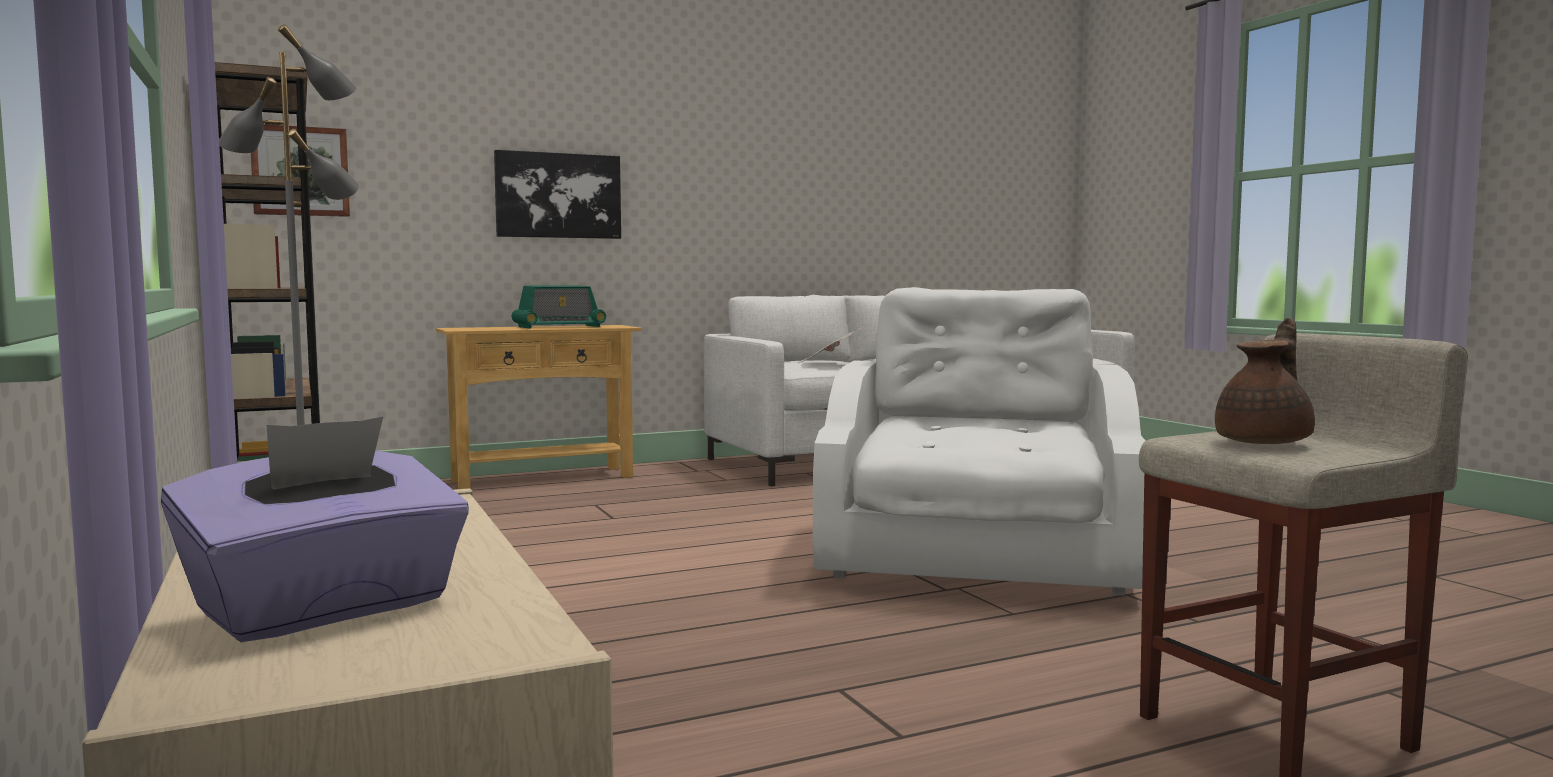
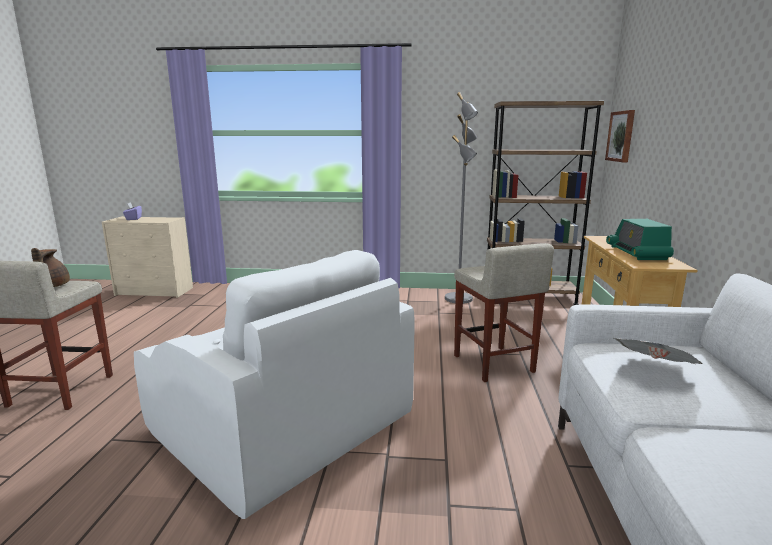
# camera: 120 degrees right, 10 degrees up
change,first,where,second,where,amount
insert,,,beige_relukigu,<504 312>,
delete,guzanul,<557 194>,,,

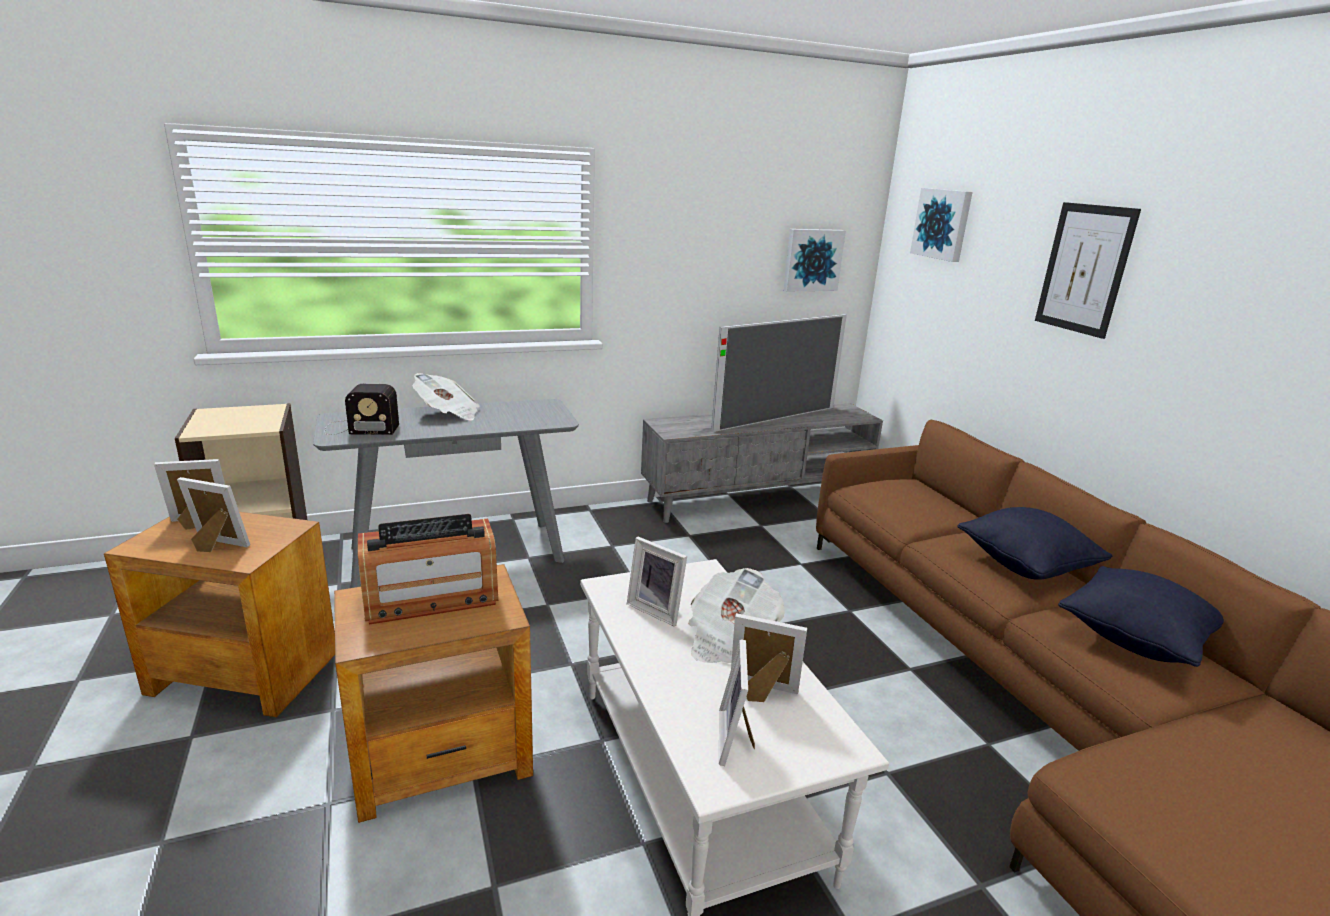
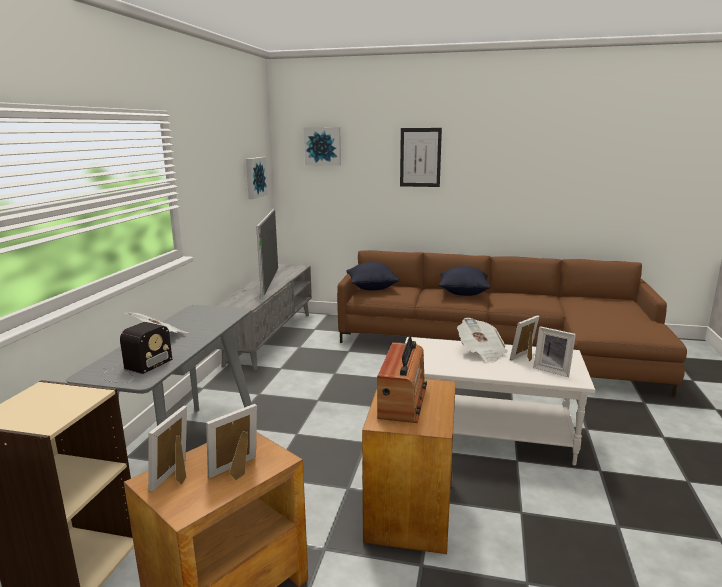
# camera: 55 degrees left, 5 degrees down
change,first,where,second,where,amount
move,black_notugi,<1141 616>,,<372 276>,
delete,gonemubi,<657 581>,,,

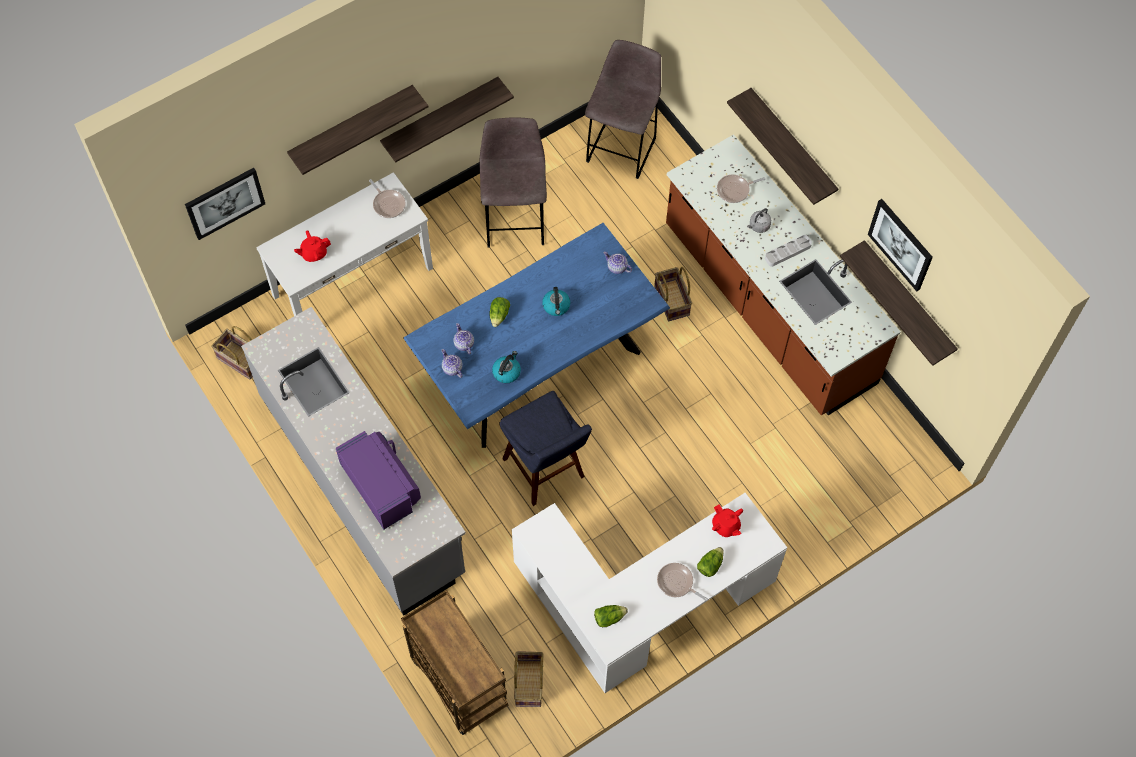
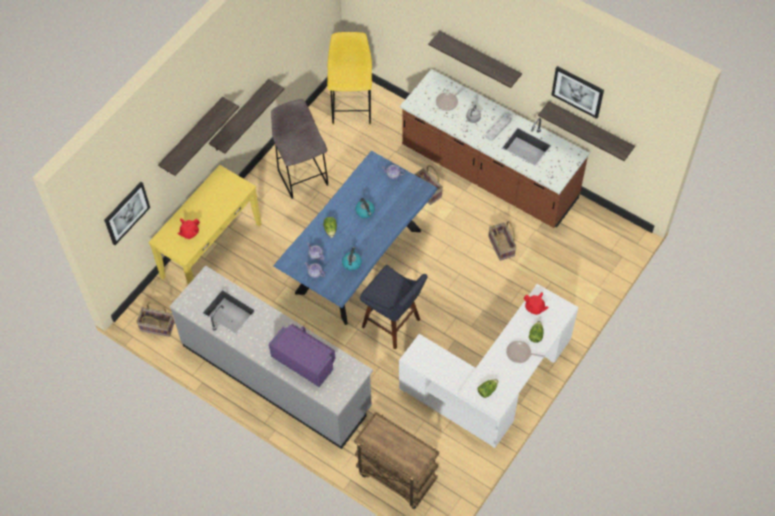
# camera: 20 degrees left, 5 degrees down
change,first,where,second,where,amount
recolor,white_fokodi,<344 244>,yellow_fokodi,<205 225>,
recolor,grey_relukigu,<623 109>,yellow_relukigu,<349 78>,
move,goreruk,<529 679>,,<502 241>,
delete,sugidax,<387 198>,,,

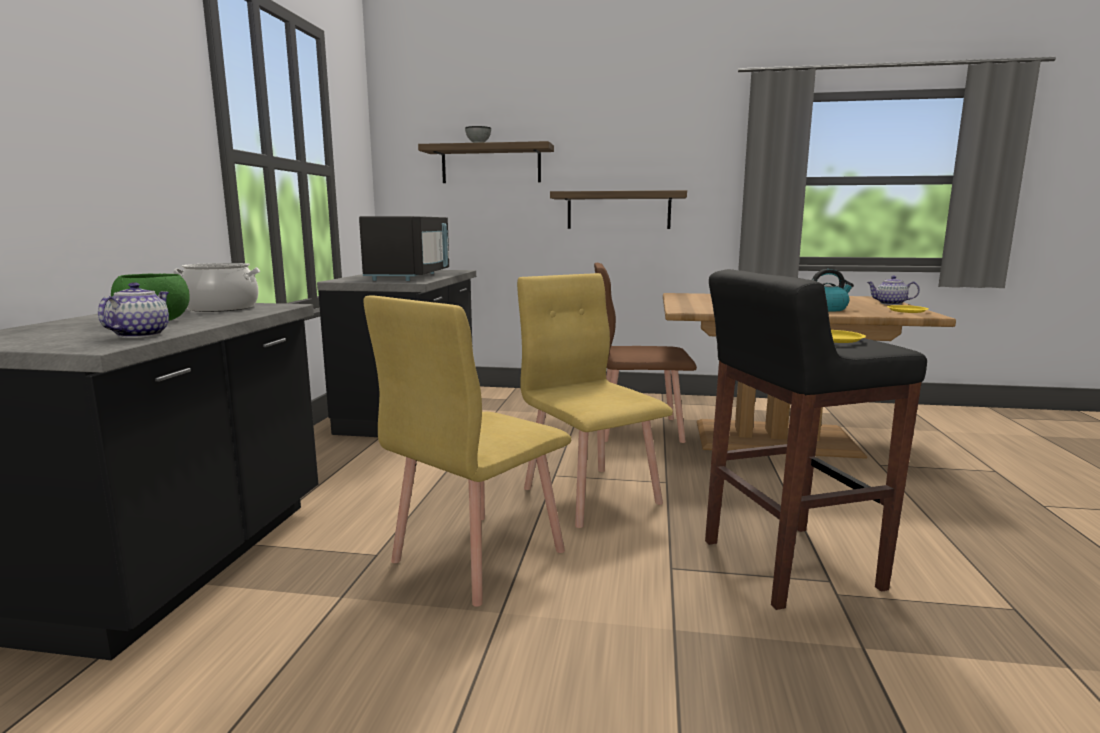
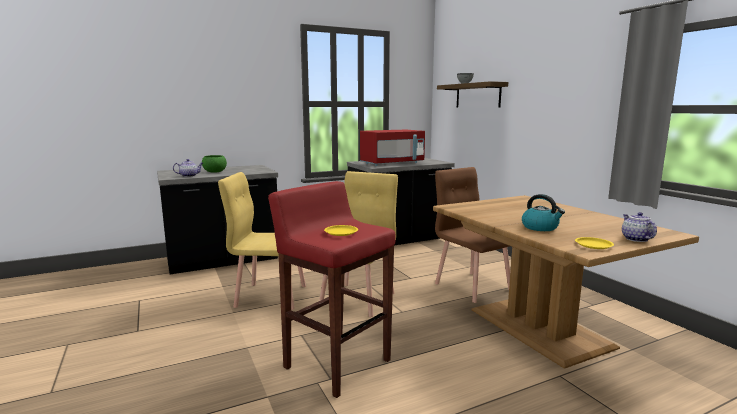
# camera: 55 degrees right, 0 degrees up
change,first,where,second,where,amount
recolor,black_relukigu,<816 439>,red_relukigu,<332 289>,
recolor,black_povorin,<404 248>,red_povorin,<392 148>,
delete,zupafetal,<216 287>,,,
delete,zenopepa,<618 209>,,,

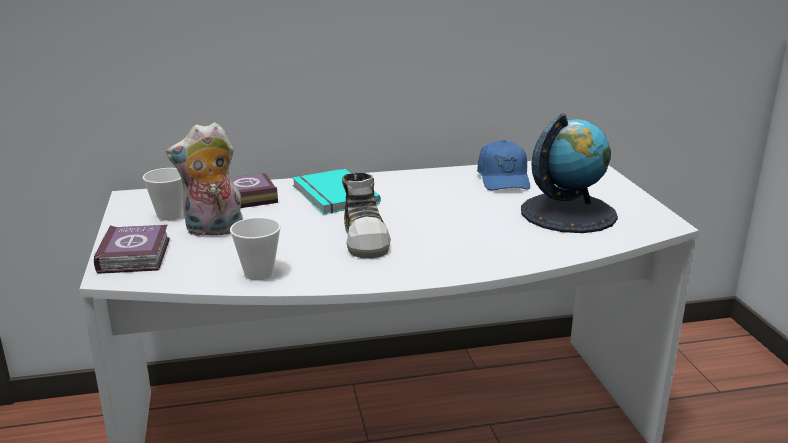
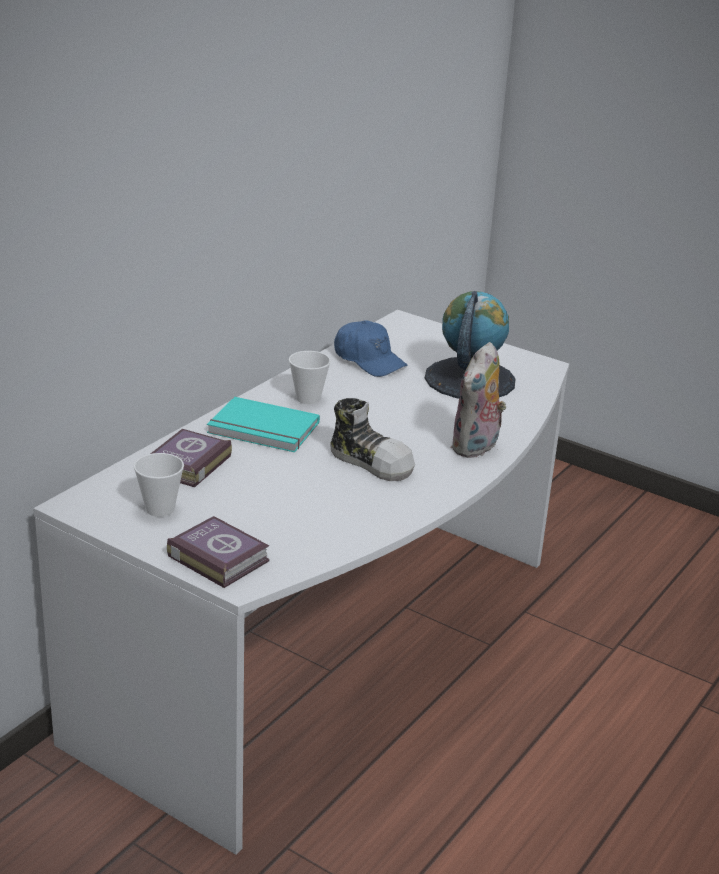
# camera: 45 degrees left, 5 degrees up
change,first,where,second,where,amount
move,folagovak,<255 249>,,<310 377>,
move,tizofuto,<205 179>,,<478 400>,

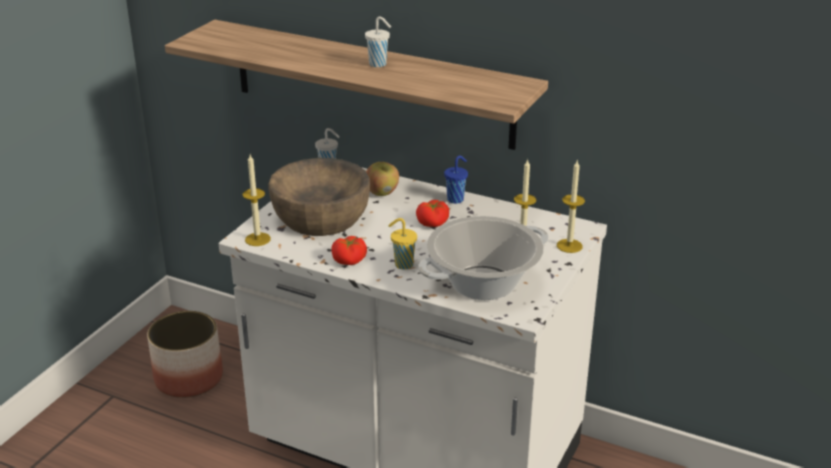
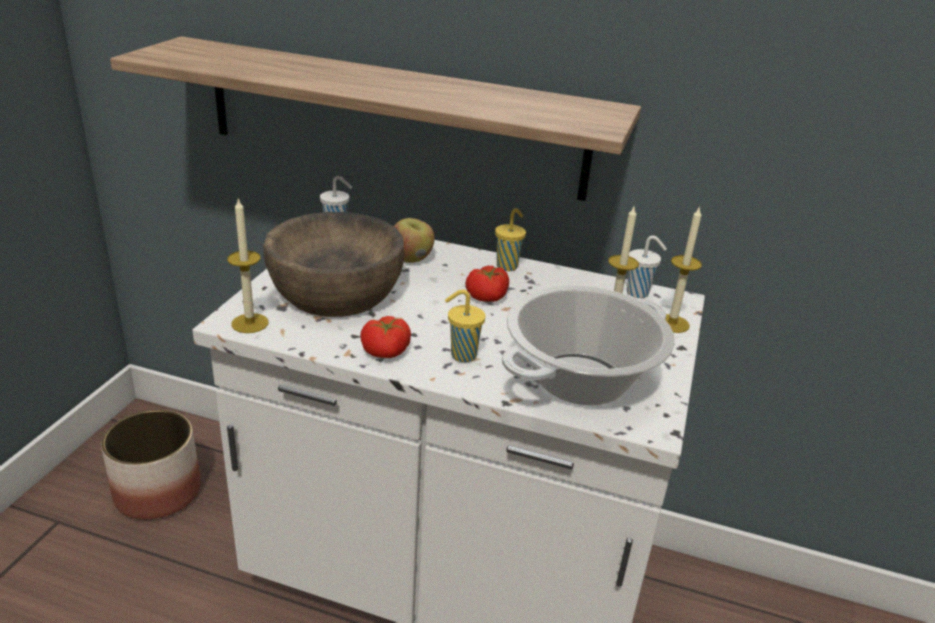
# camera: 10 degrees left, 0 degrees up
change,first,where,second,where,amount
recolor,blue_folagovak,<456 180>,yellow_folagovak,<510 239>,
move,white_folagovak,<378 41>,,<647 266>,

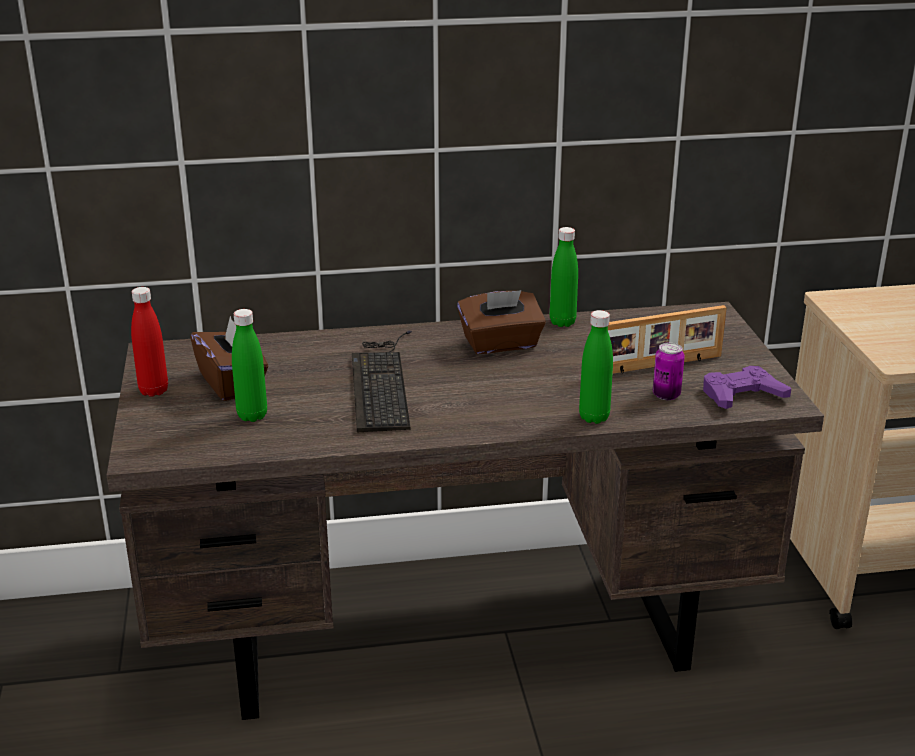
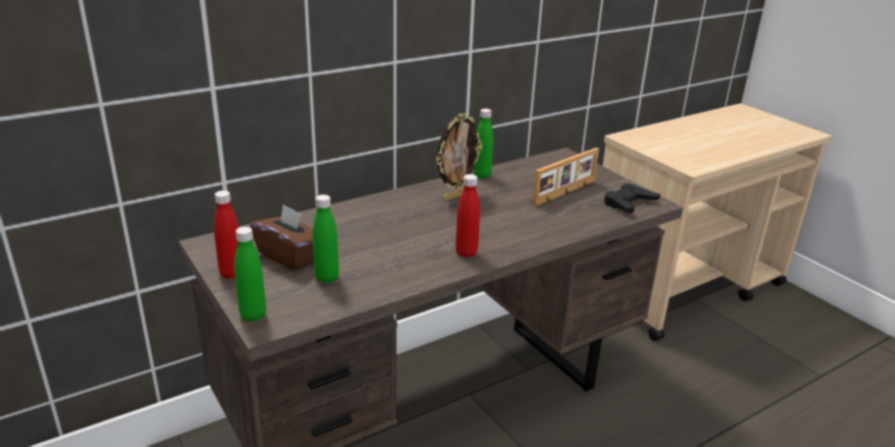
# camera: 25 degrees left, 0 degrees up
change,first,where,second,where,amount
move,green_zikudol,<596 367>,,<250 274>,
replace,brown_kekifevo,<501 322>,gonemubi,<459 157>,
insert,,,red_zikudol,<467 216>,
recolor,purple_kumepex,<747 387>,black_kumepex,<632 198>,
delete,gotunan,<382 381>,,,
delete,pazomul,<669 371>,,,

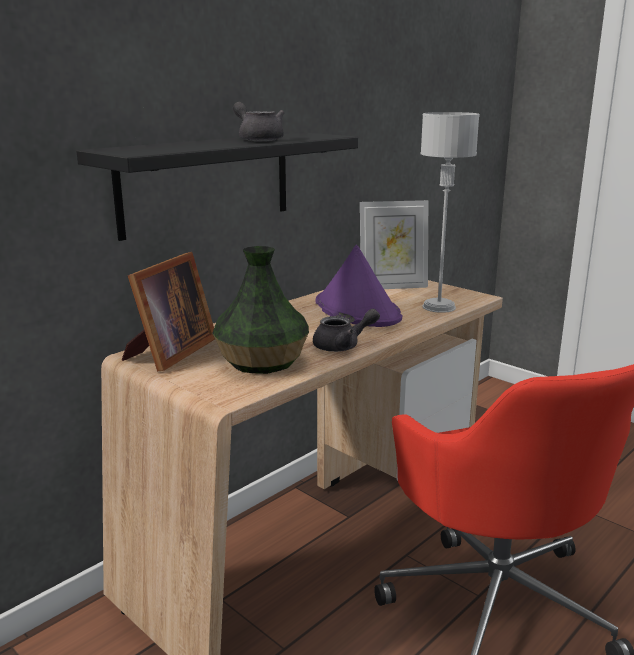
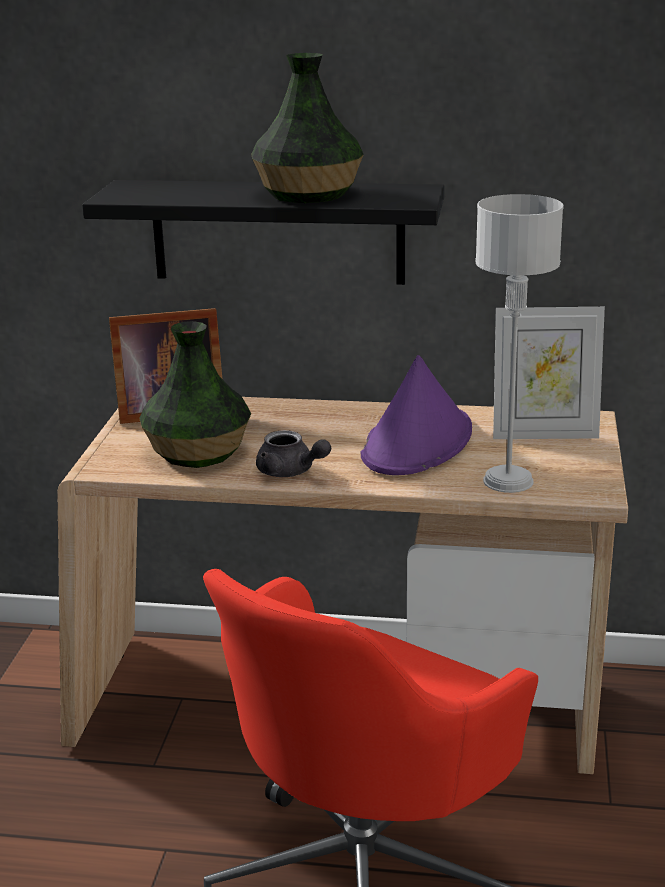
# camera: 55 degrees right, 5 degrees up
change,first,where,second,where,amount
replace,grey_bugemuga,<258 122>,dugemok,<307 128>,
rotate,gonemubi,<394 244>,,<549 373>,45 degrees counterclockwise

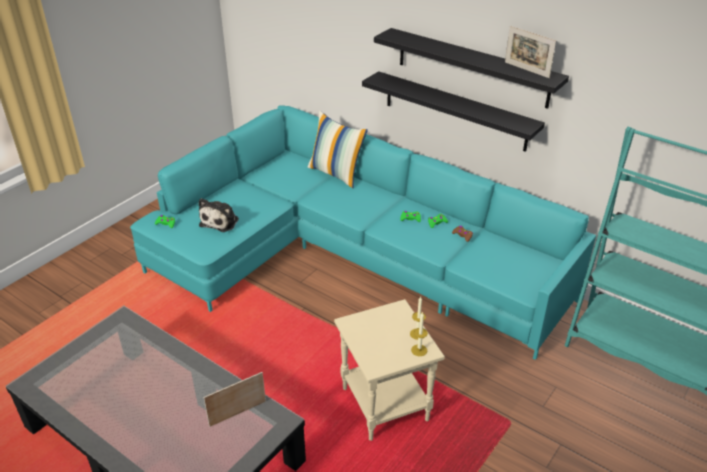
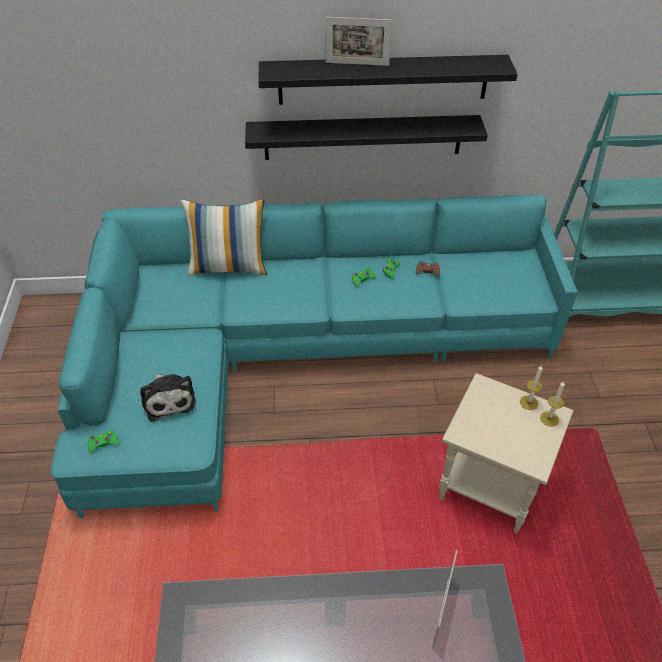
# camera: 40 degrees left, 10 degrees up
change,first,where,second,where,amount
move,gonemubi,<530 52>,,<358 41>,

